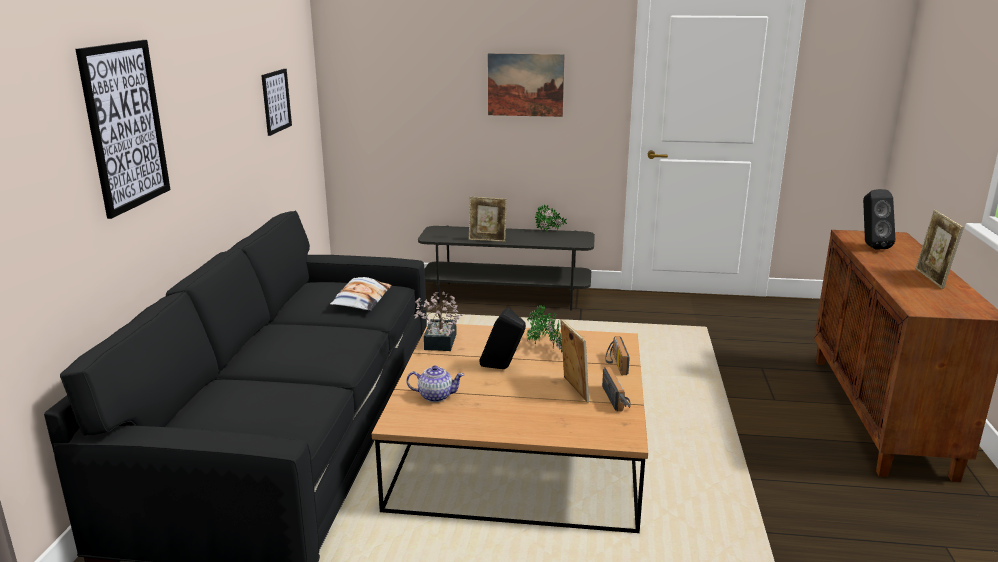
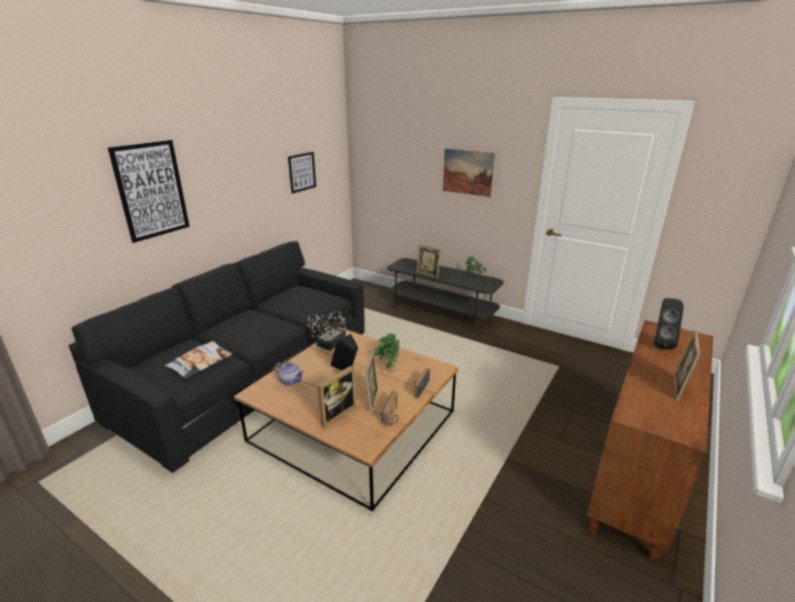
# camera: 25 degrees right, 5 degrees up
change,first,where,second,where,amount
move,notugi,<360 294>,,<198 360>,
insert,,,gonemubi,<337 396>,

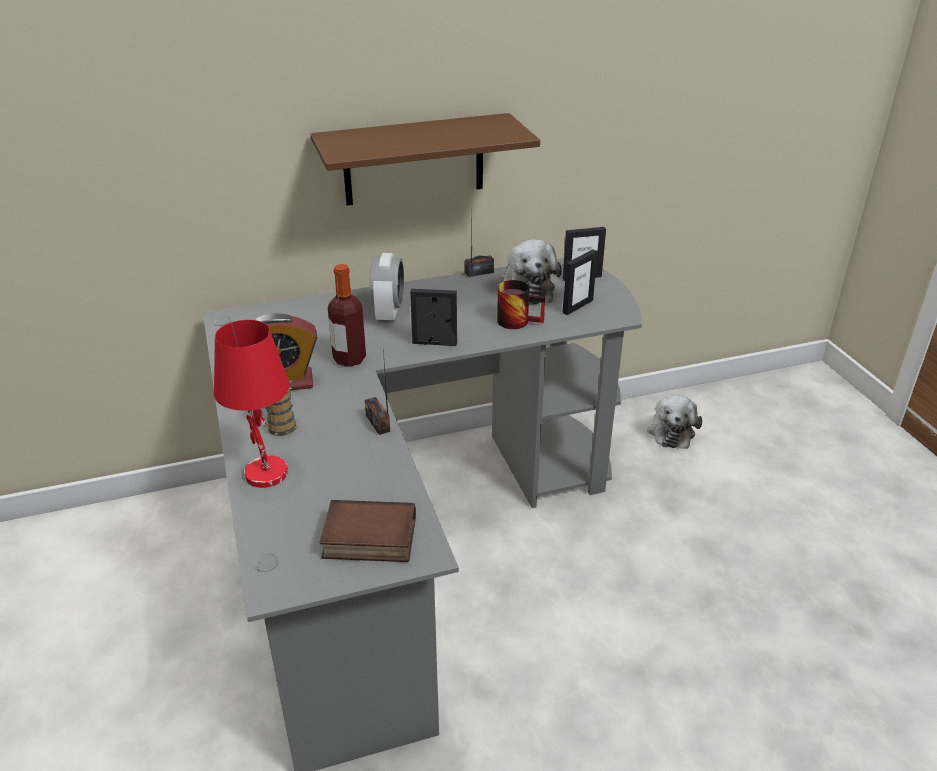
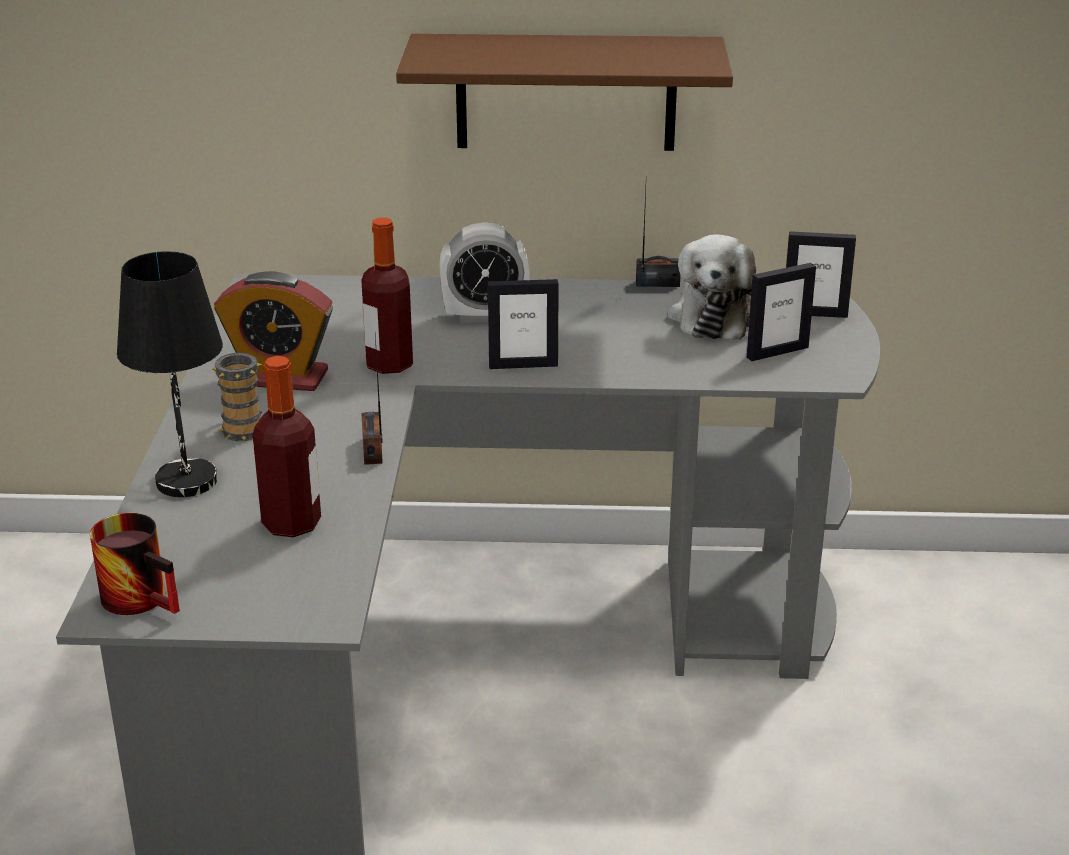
# camera: 20 degrees right, 5 degrees down
change,first,where,second,where,amount
move,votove,<521 304>,,<135 564>,
recolor,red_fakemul,<252 404>,black_fakemul,<170 374>,
insert,,,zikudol,<286 446>,
rotate,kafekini,<386 288>,,<484 273>,60 degrees clockwise
rotate,gonemubi,<433 317>,,<523 324>,150 degrees clockwise
delete,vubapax,<367 531>,,,
delete,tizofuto,<674 422>,,,

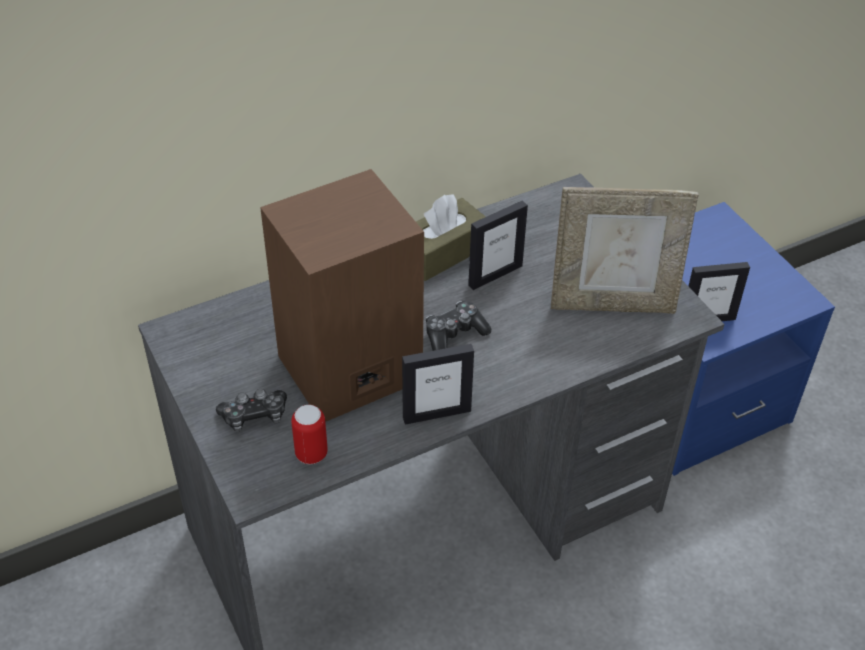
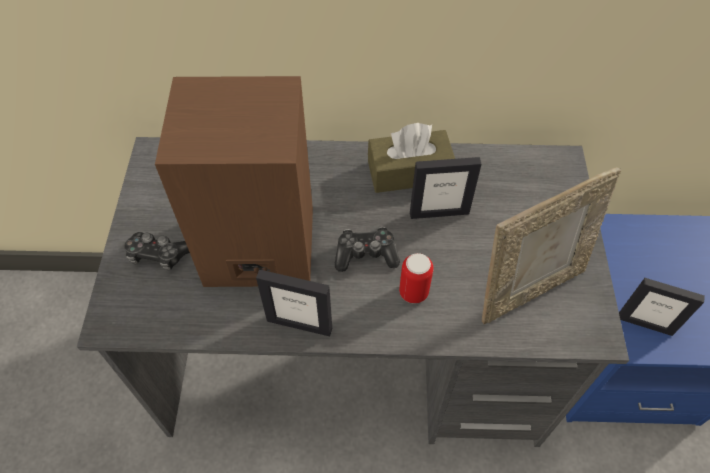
# camera: 30 degrees right, 10 degrees up
change,first,where,second,where,amount
move,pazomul,<309 434>,,<416 278>,
rotate,gonemubi,<625 250>,,<551 245>,60 degrees counterclockwise

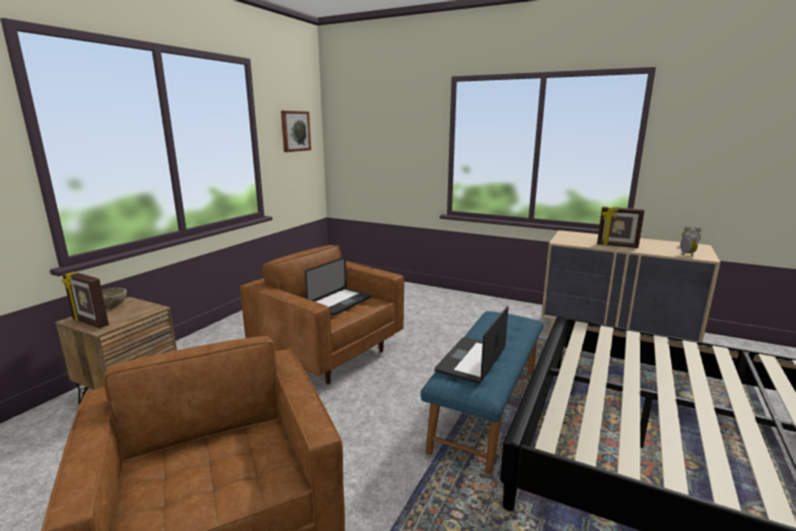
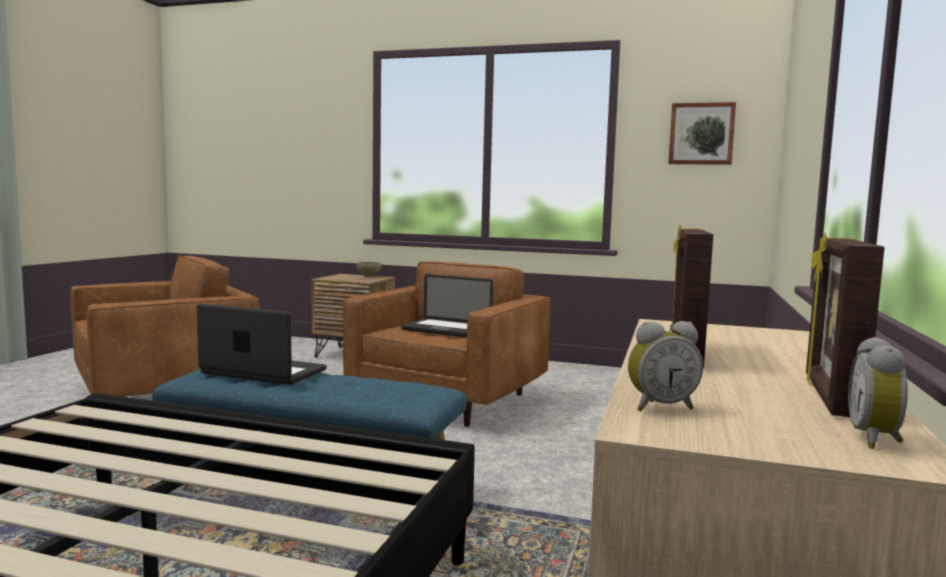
# camera: 80 degrees right, 10 degrees down
change,first,where,second,where,amount
move,gonemubi,<85 299>,,<845 324>,

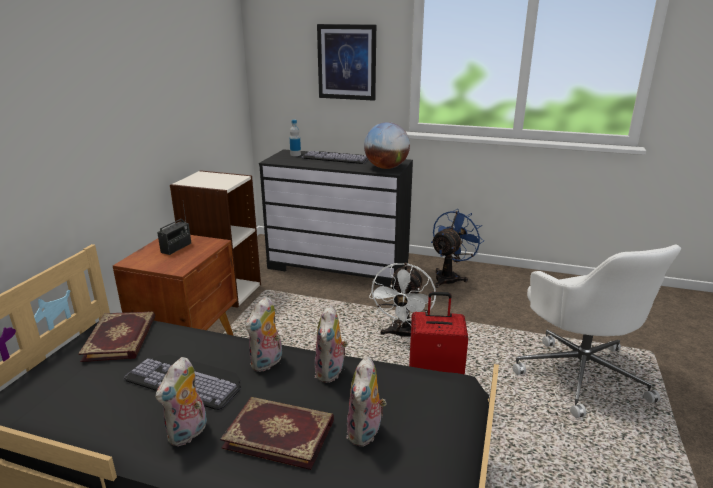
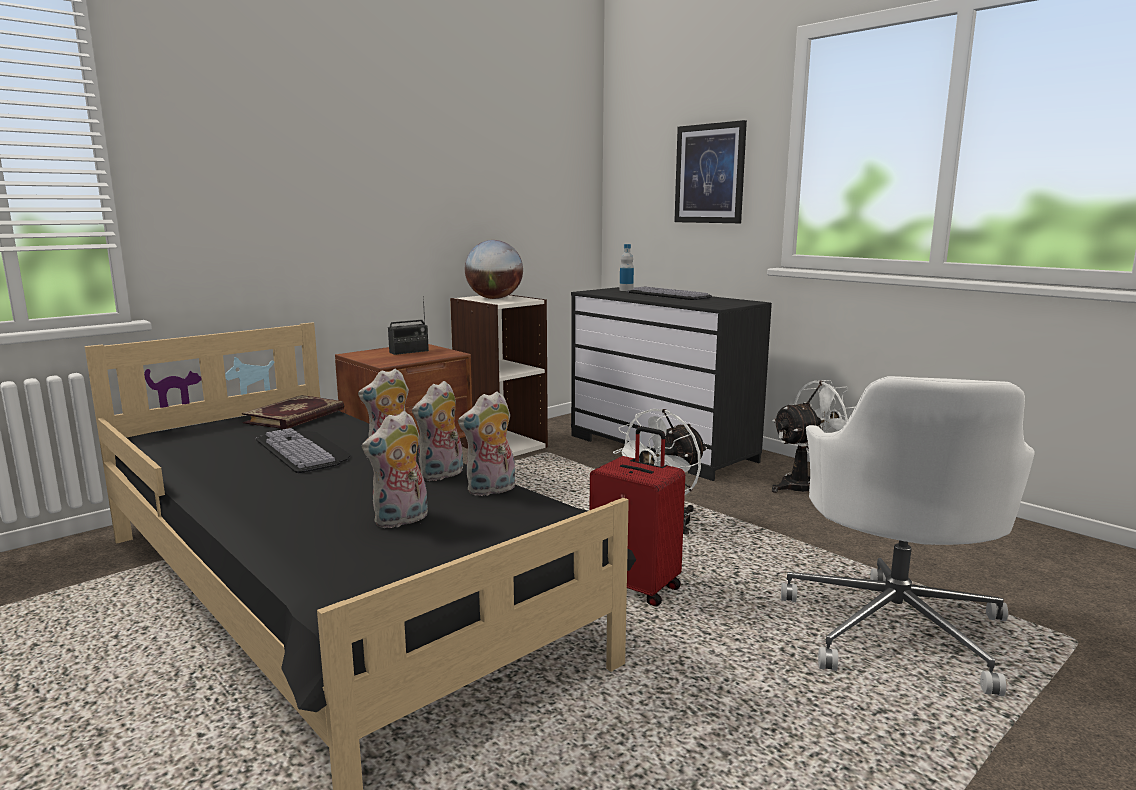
# camera: 30 degrees right, 10 degrees down
change,first,where,second,where,amount
move,tizofuto,<181 401>,,<486 444>,
move,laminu,<387 145>,,<494 269>,
recolor,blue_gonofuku,<457 248>,white_gonofuku,<813 436>,
delete,vubapax,<277 433>,,,

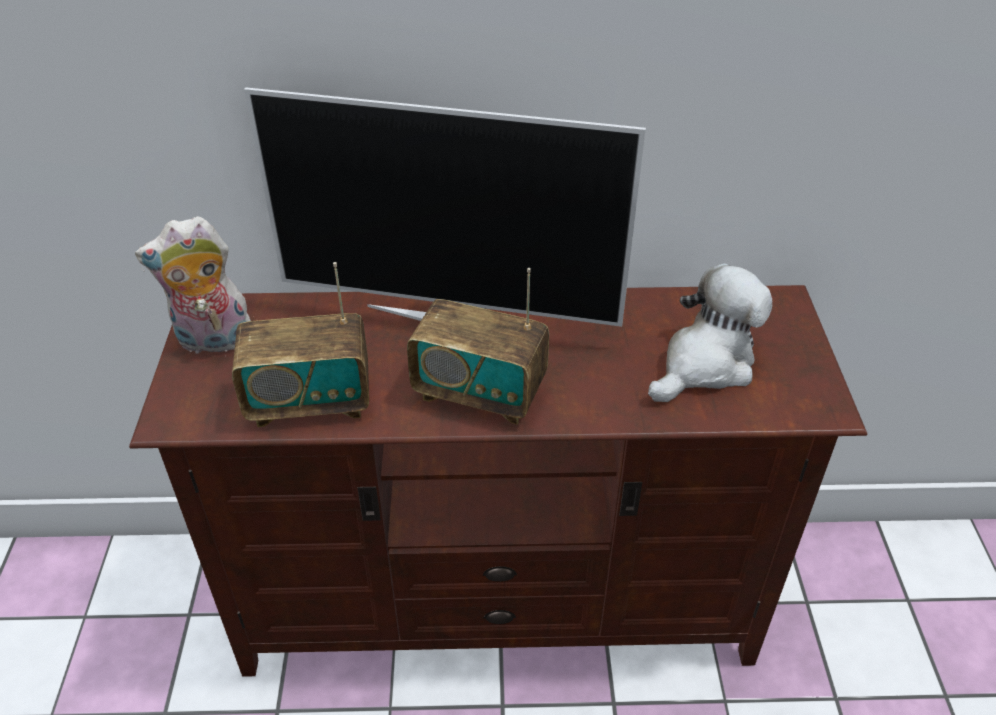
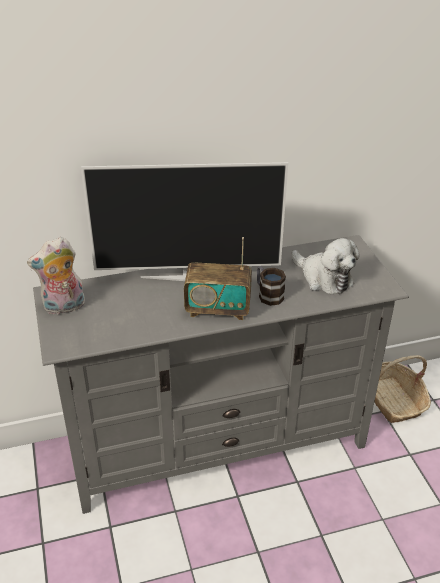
# camera: 15 degrees left, 5 degrees down
change,first,where,second,where,amount
recolor,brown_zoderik,<498 481>,grey_zoderik,<221 374>,
insert,,,votove,<271 286>,
rotate,tizofuto,<710 332>,,<326 266>,105 degrees clockwise
insert,,,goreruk,<403 389>,
delete,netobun,<300 344>,,,

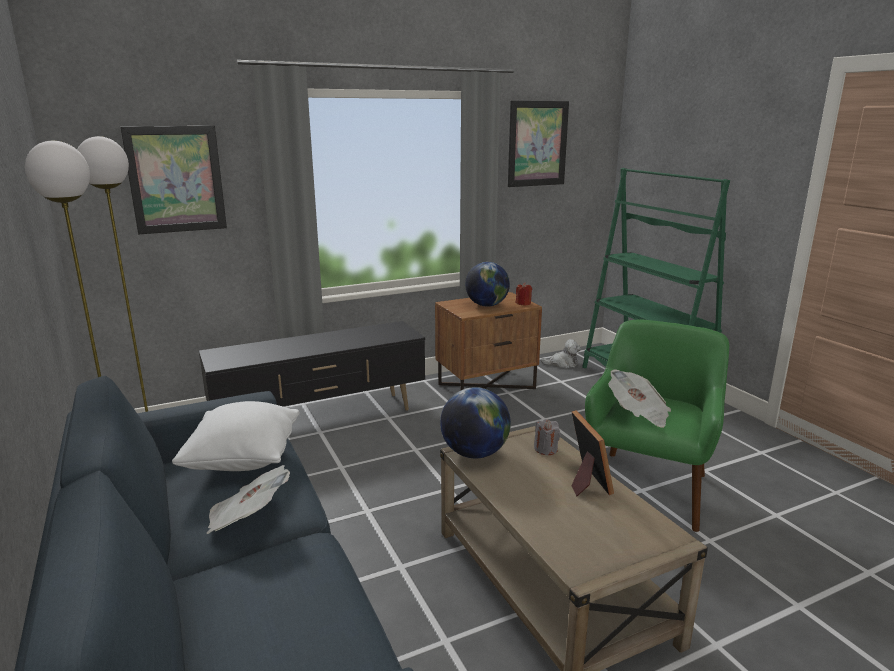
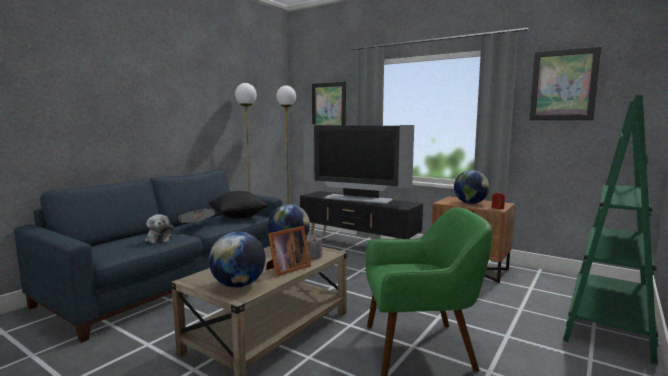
# camera: 60 degrees right, 10 degrees down
change,first,where,second,where,amount
move,tizofuto,<561 354>,,<159 228>,
recolor,white_notugi,<236 436>,black_notugi,<238 205>,
insert,,,laminu,<237 260>,
insert,,,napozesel,<358 164>,
delete,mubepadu,<639 398>,,,

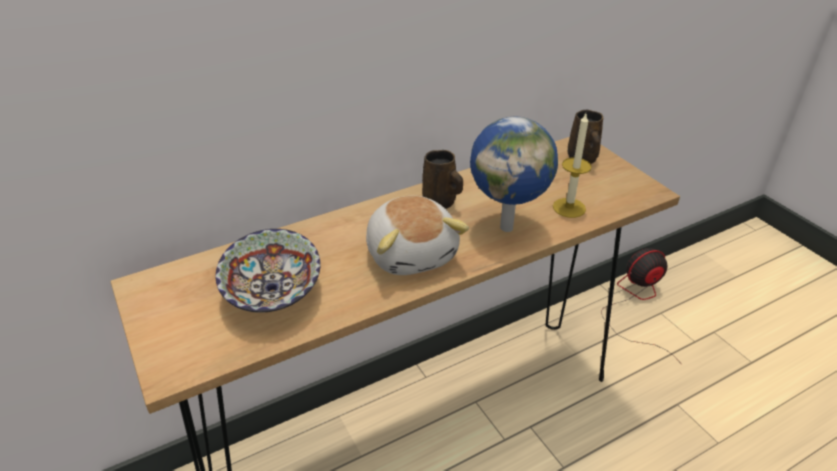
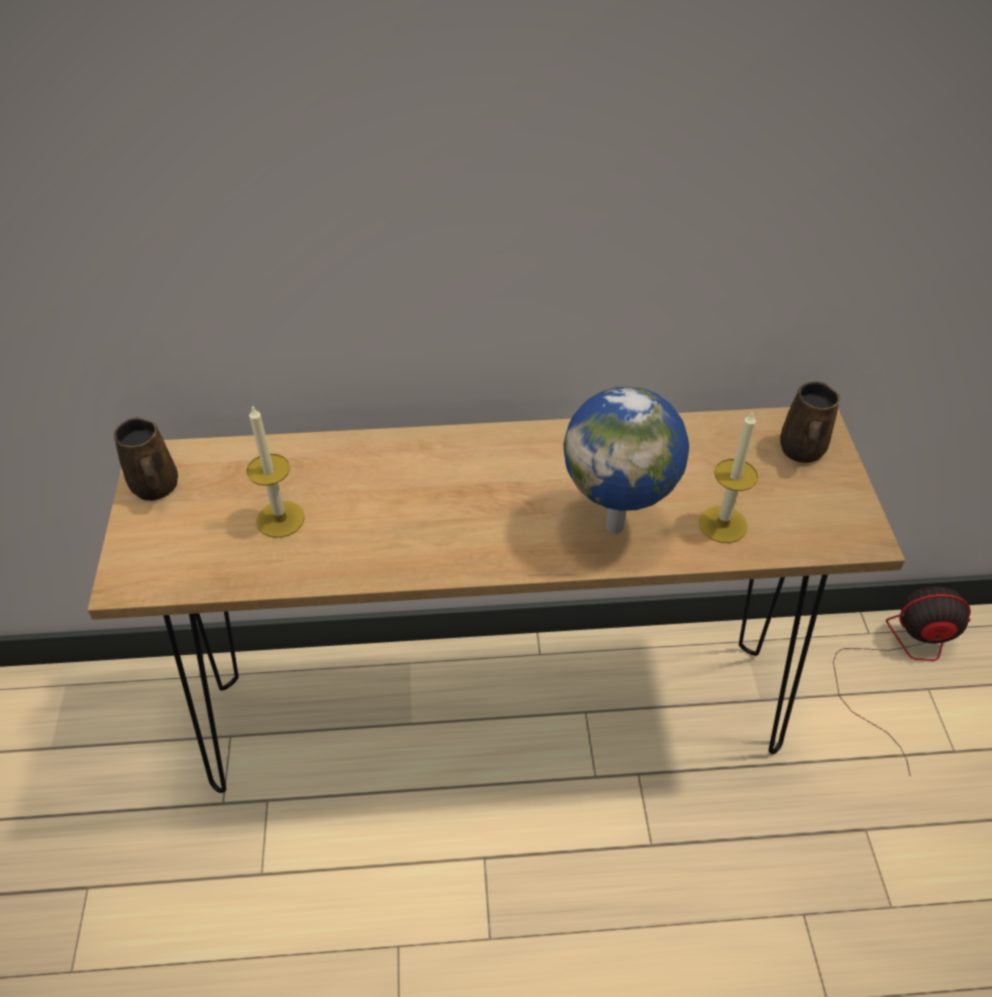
# camera: 25 degrees right, 10 degrees up
change,first,where,second,where,amount
move,brown_votove,<442 179>,,<146 459>,
replace,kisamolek,<268 271>,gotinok,<275 471>,
delete,tizofuto,<417 235>,,,

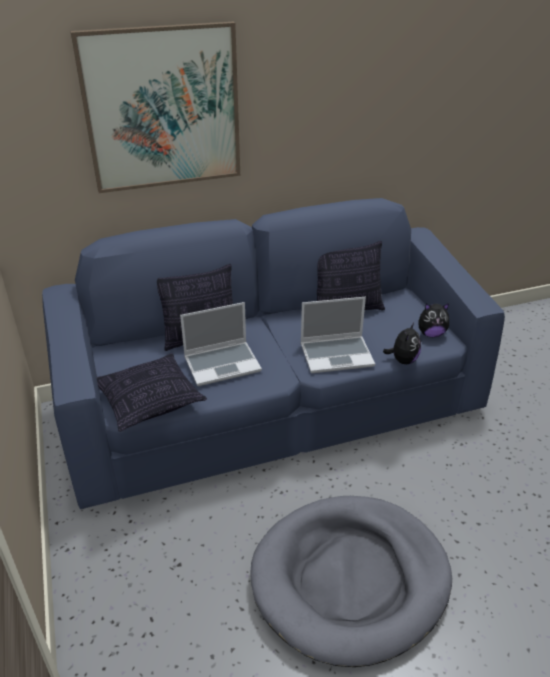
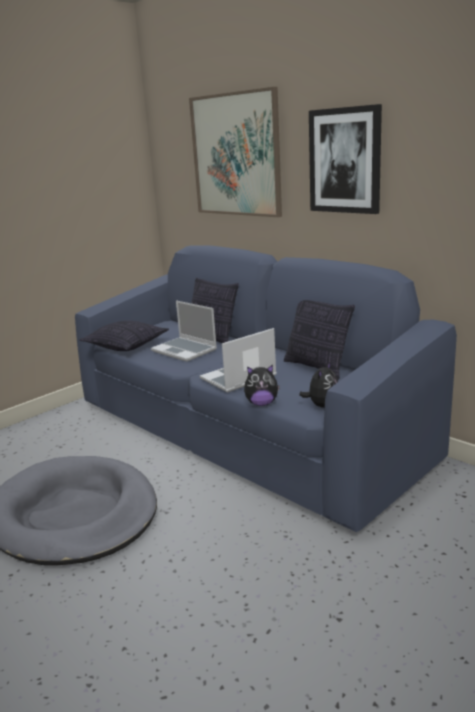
# camera: 65 degrees right, 15 degrees down
change,first,where,second,where,amount
rotate,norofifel,<338 335>,,<238 360>,90 degrees clockwise
rotate,tizofuto,<433 320>,,<318 385>,120 degrees counterclockwise
insert,,,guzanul,<345 159>,

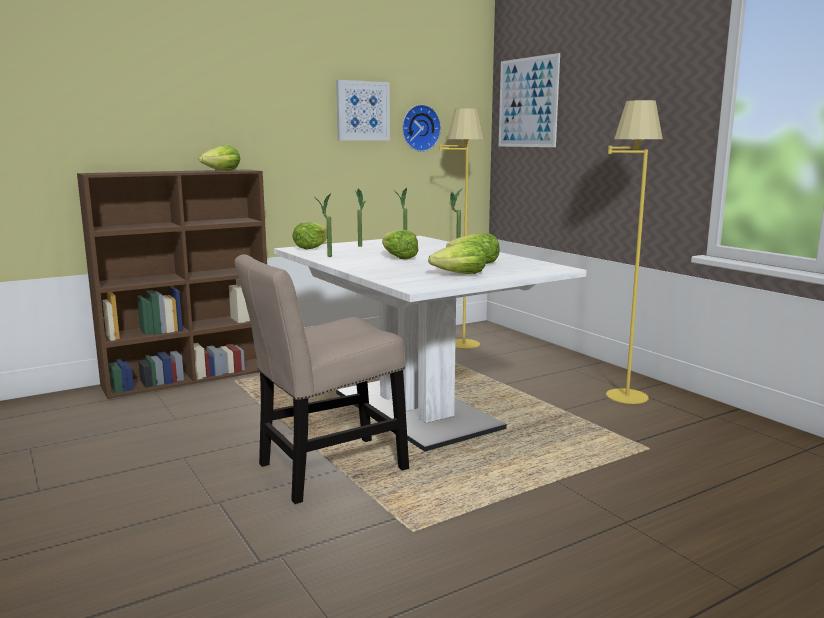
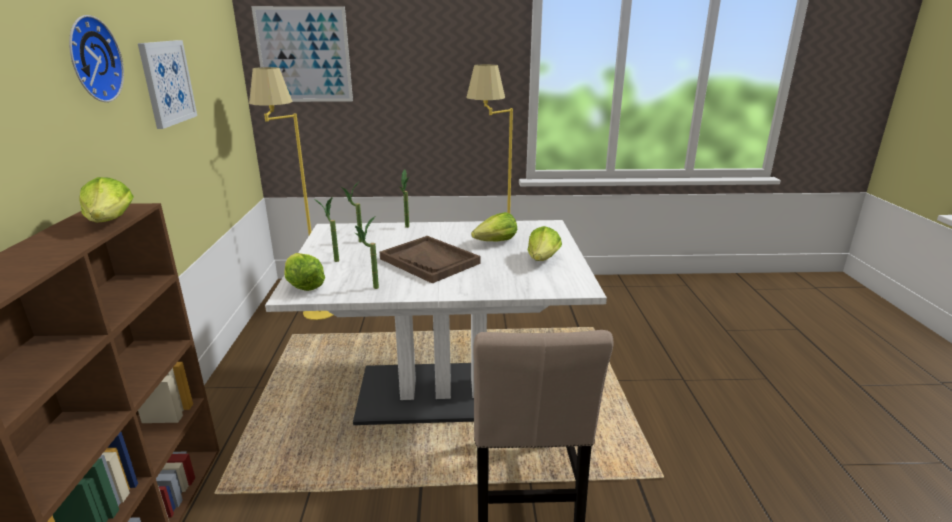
# camera: 60 degrees left, 10 degrees up
change,first,where,second,where,amount
move,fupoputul,<421 128>,,<96 58>,
replace,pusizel,<400 244>,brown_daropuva,<430 260>,

